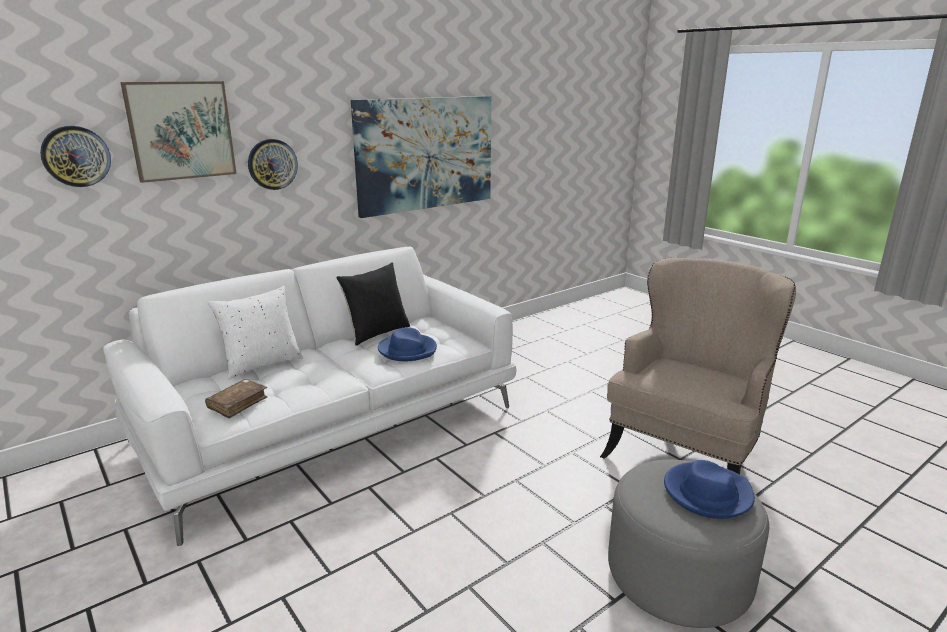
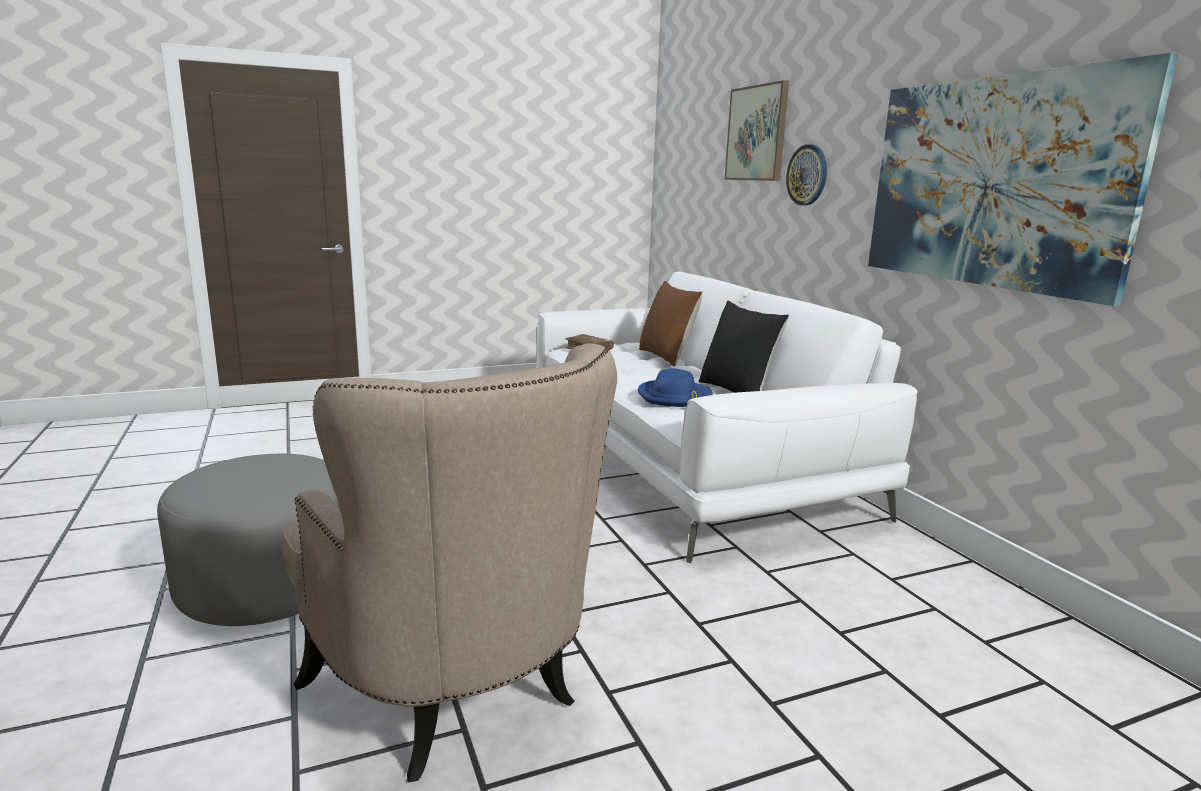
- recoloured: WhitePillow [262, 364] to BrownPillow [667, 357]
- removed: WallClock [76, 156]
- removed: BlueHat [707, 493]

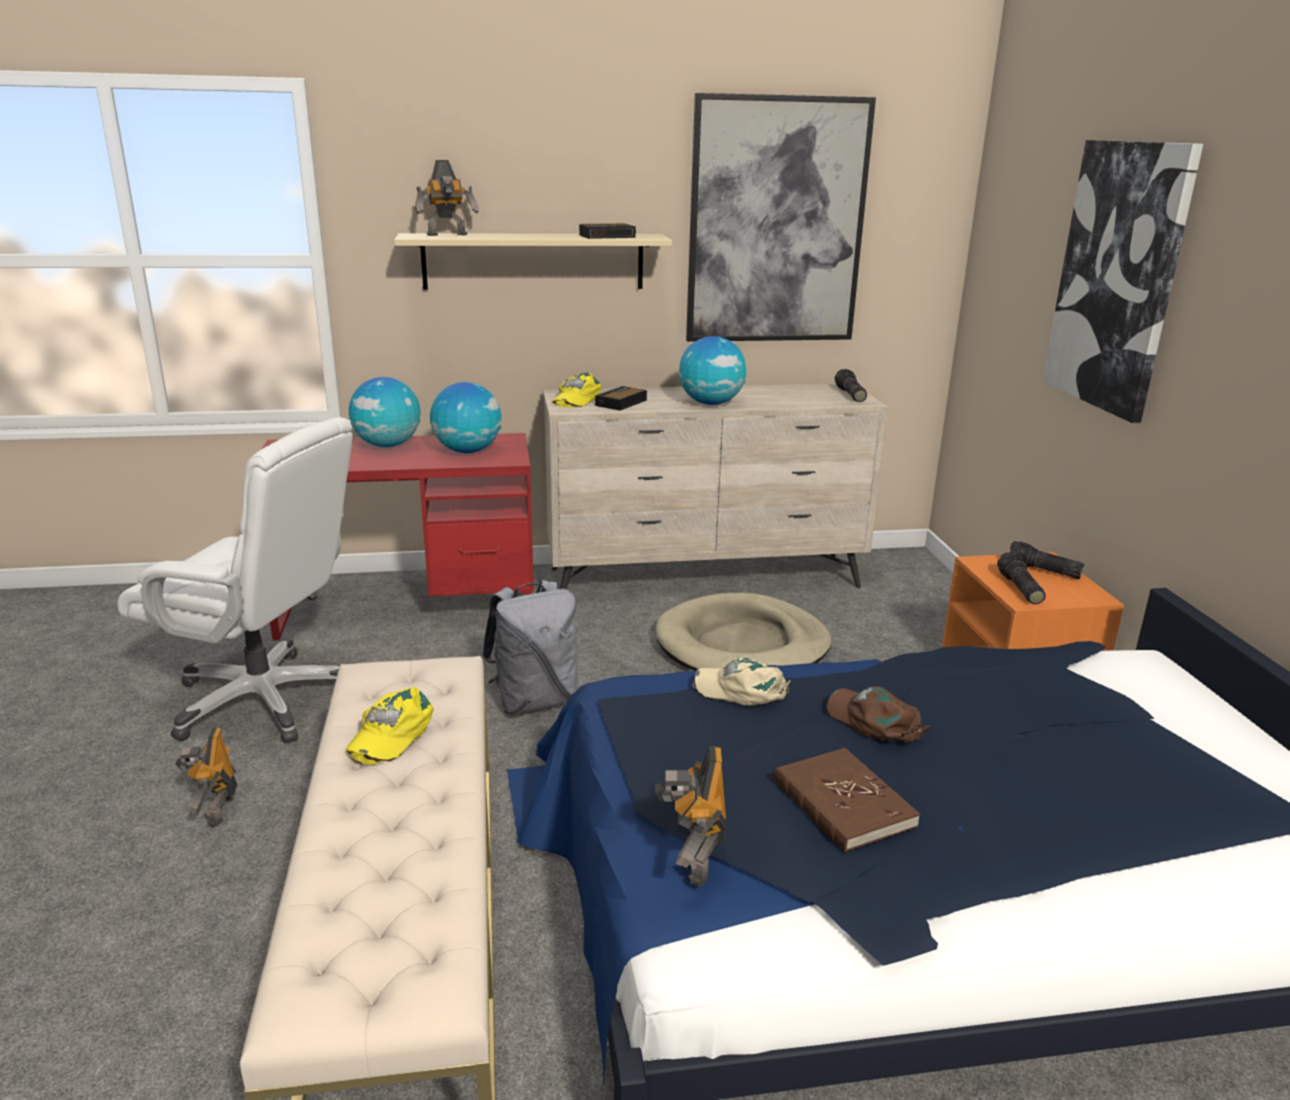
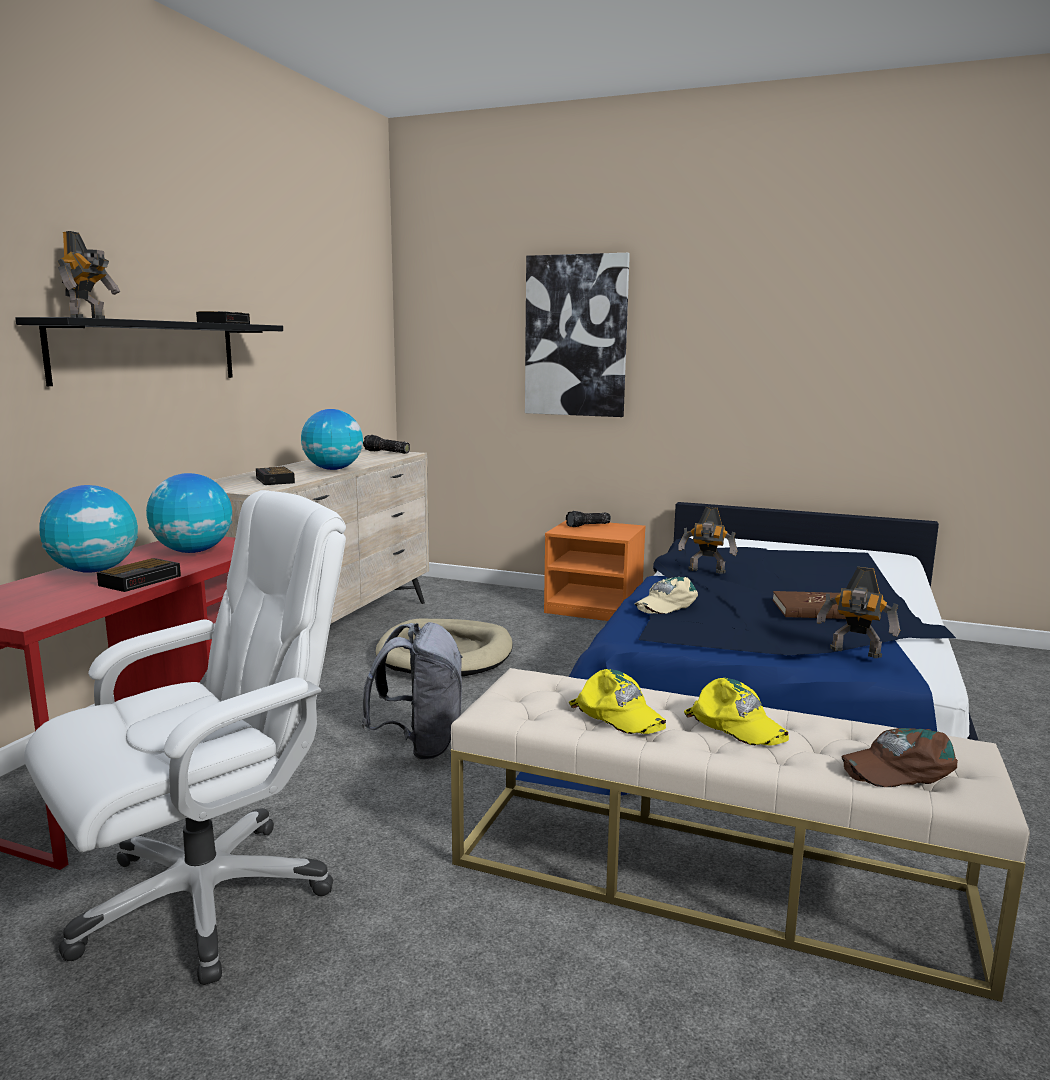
- recoloured: BeigeShelf [533, 261] to BlackShelf [148, 351]
- added: AlarmClock [142, 580]
- moved: ToyRobot [216, 811] to [706, 571]
- moved: YellowCap [576, 399] to [737, 724]
- moved: BrownCap [874, 721] to [899, 768]
- removed: Picture [776, 222]
- removed: Flashlight [1018, 588]

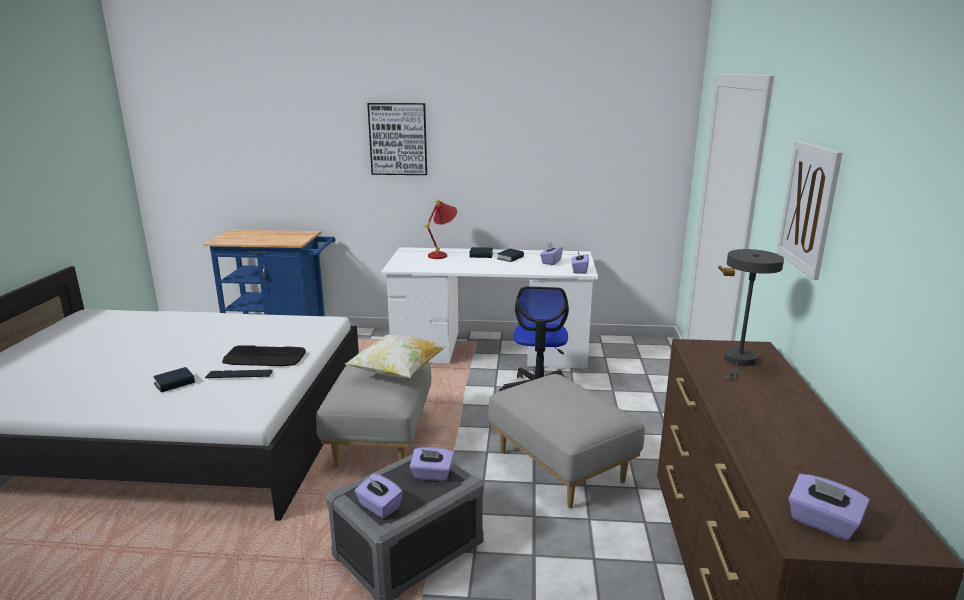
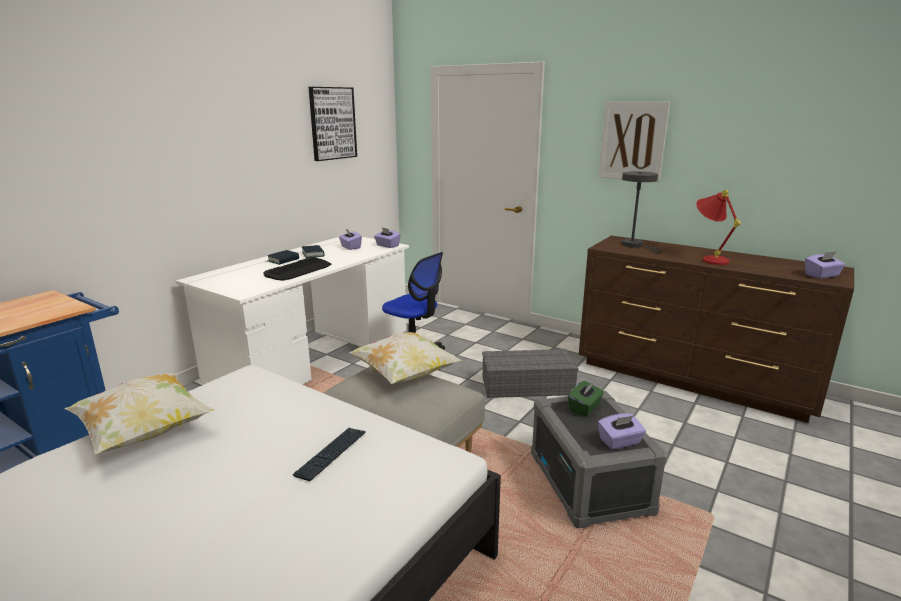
- added: Pillow [145, 432]
- moved: Keyboard [264, 357] to [298, 270]
- moved: Picture [398, 139] to [332, 123]
- replaced: GreyOttoman [562, 466] to GreyStorageBox [528, 385]
- recoloured: PurpleTissueBox [432, 475] to GreenTissueBox [585, 408]
- moved: RedTableLamp [442, 254] to [708, 259]
- removed: Book [174, 383]

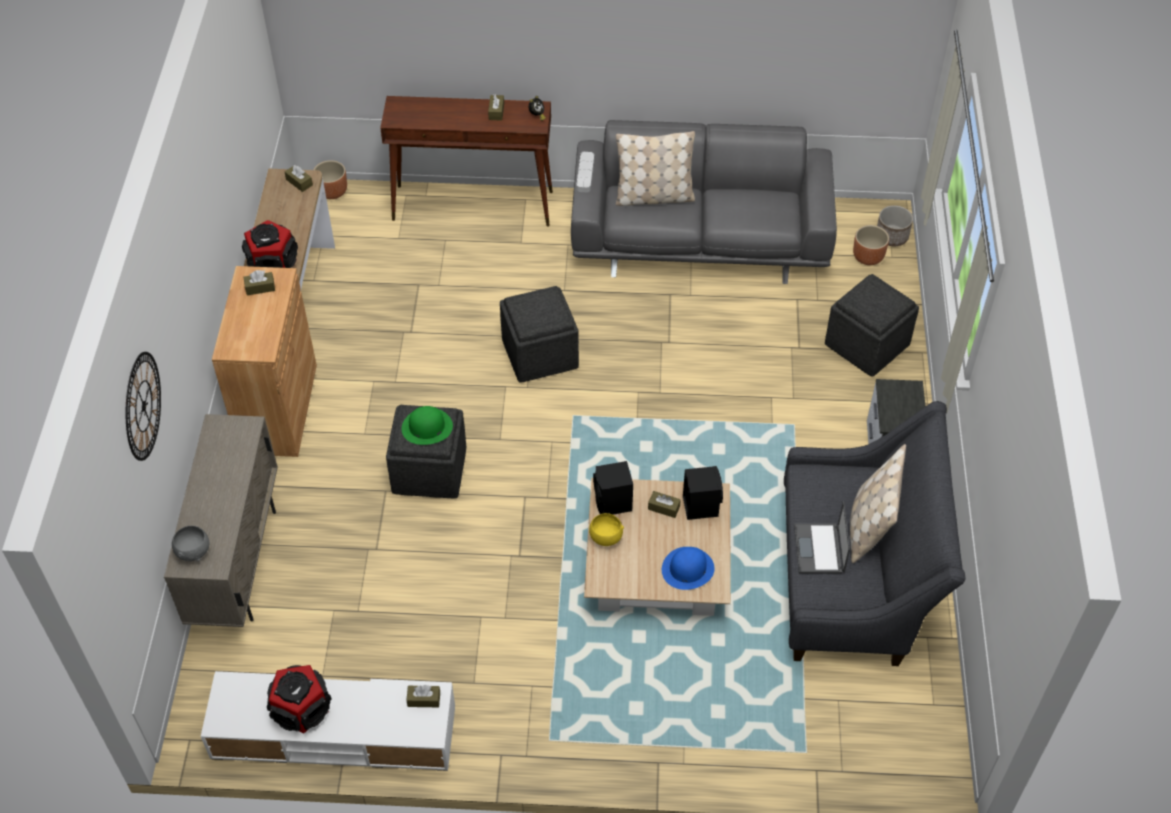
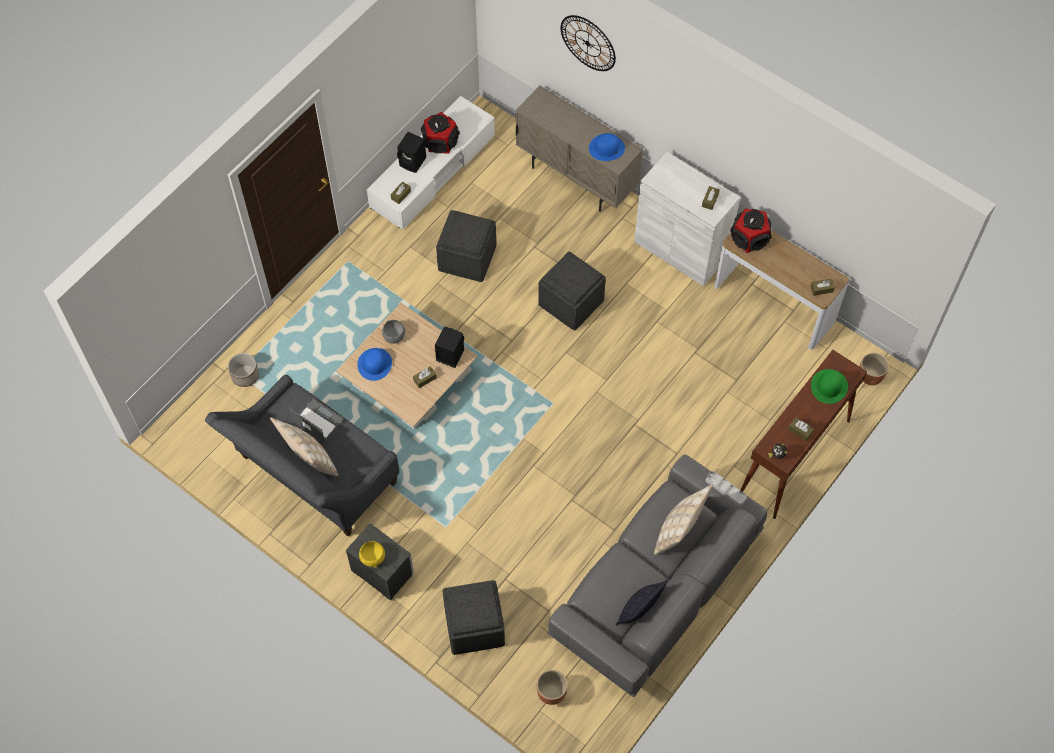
- moved: Planter [891, 236] to [245, 375]
- moved: YellowBowl [605, 537] to [373, 557]
- moved: GreyBowl [194, 551] to [394, 337]
- moved: BlackSpeaker [700, 505] to [413, 162]
- moved: GreyOttoman [540, 353] to [467, 258]
- added: BlueHat [606, 148]
- added: Pillow [639, 611]
- recoloured: BrownCabinet [278, 409] to WhiteCabinet [680, 249]
- moved: GreenHat [427, 427] to [829, 386]

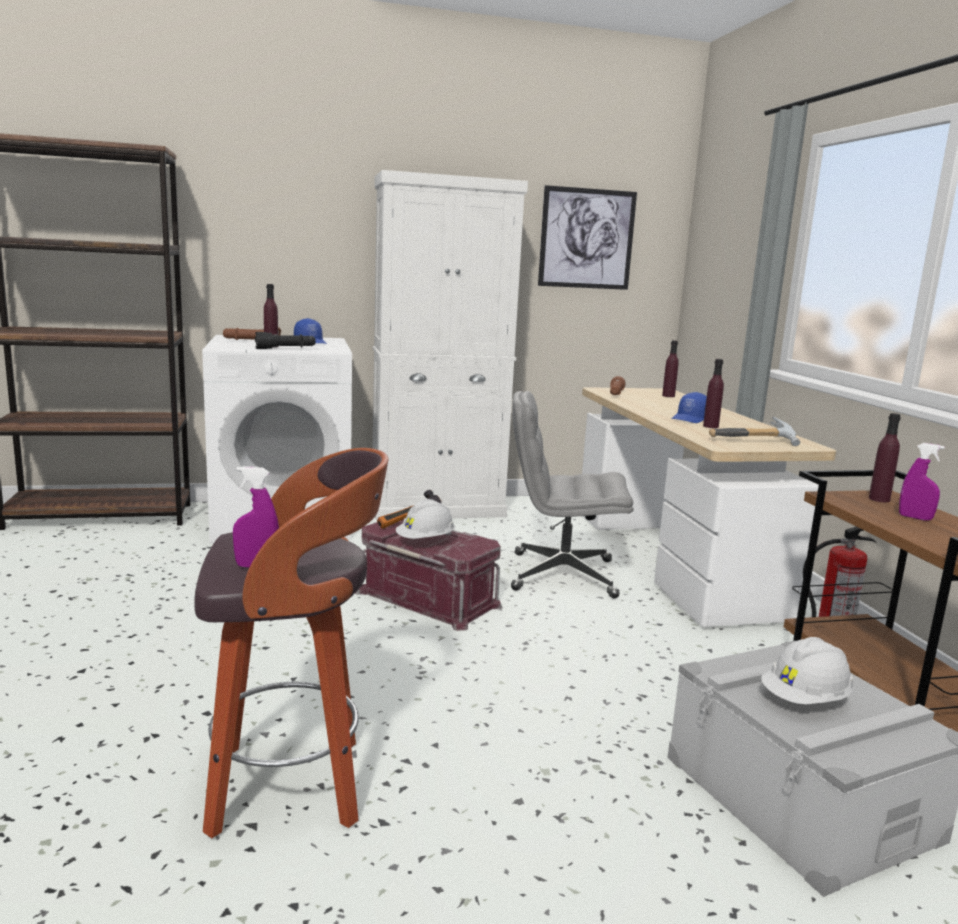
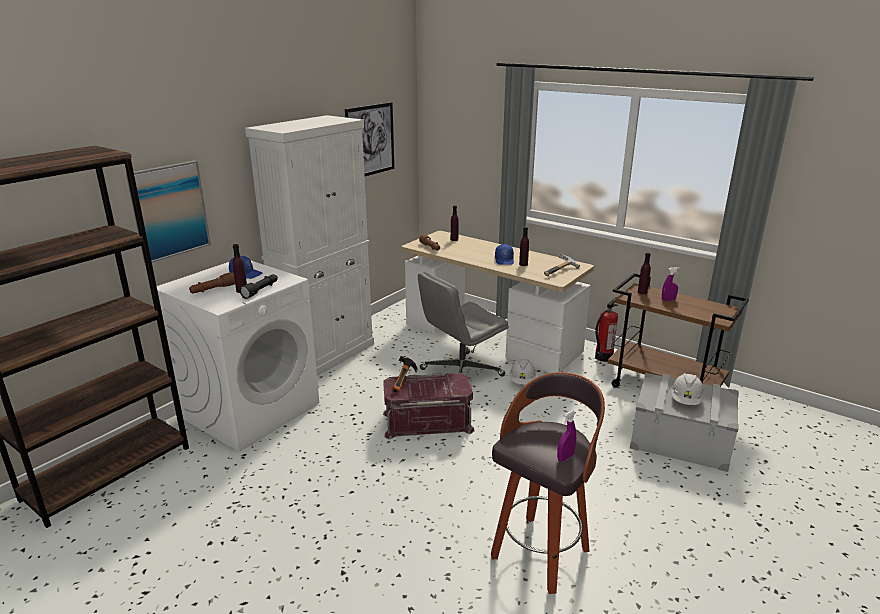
- added: Picture [169, 210]
- moved: WhiteHardHat [425, 541] to [522, 381]

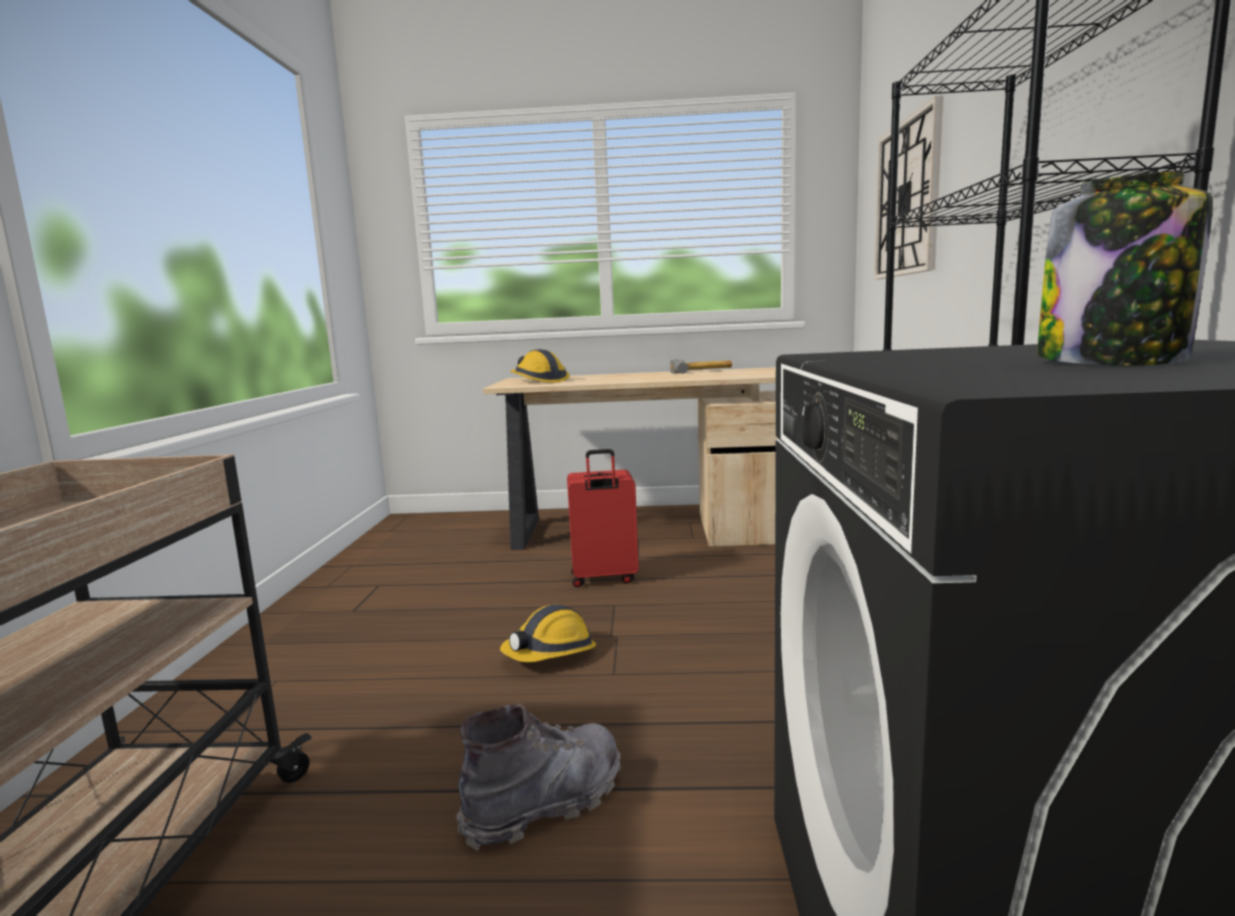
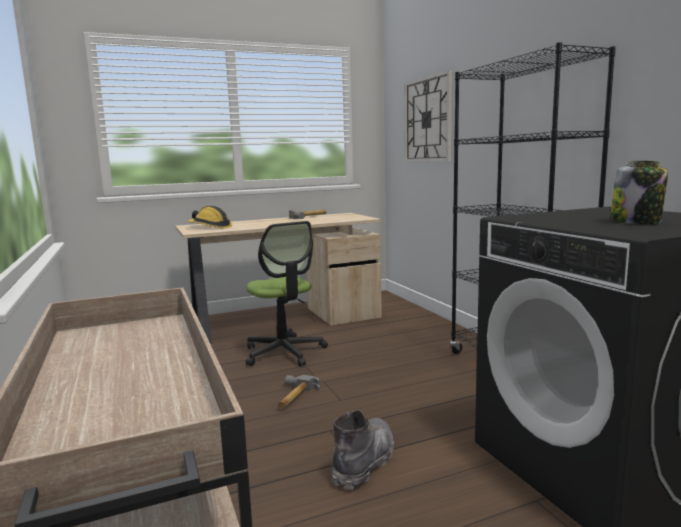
- replaced: RedSuitcase [604, 579] to OfficeChair [284, 352]
- replaced: HardHat [550, 653] to Hammer [293, 397]

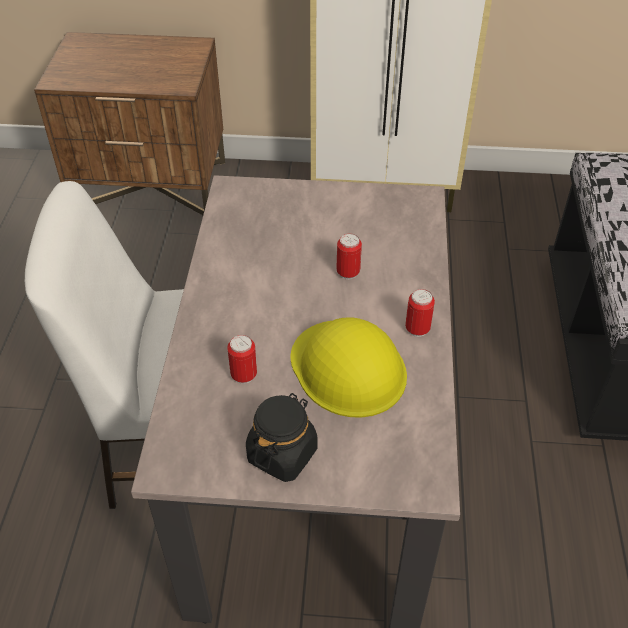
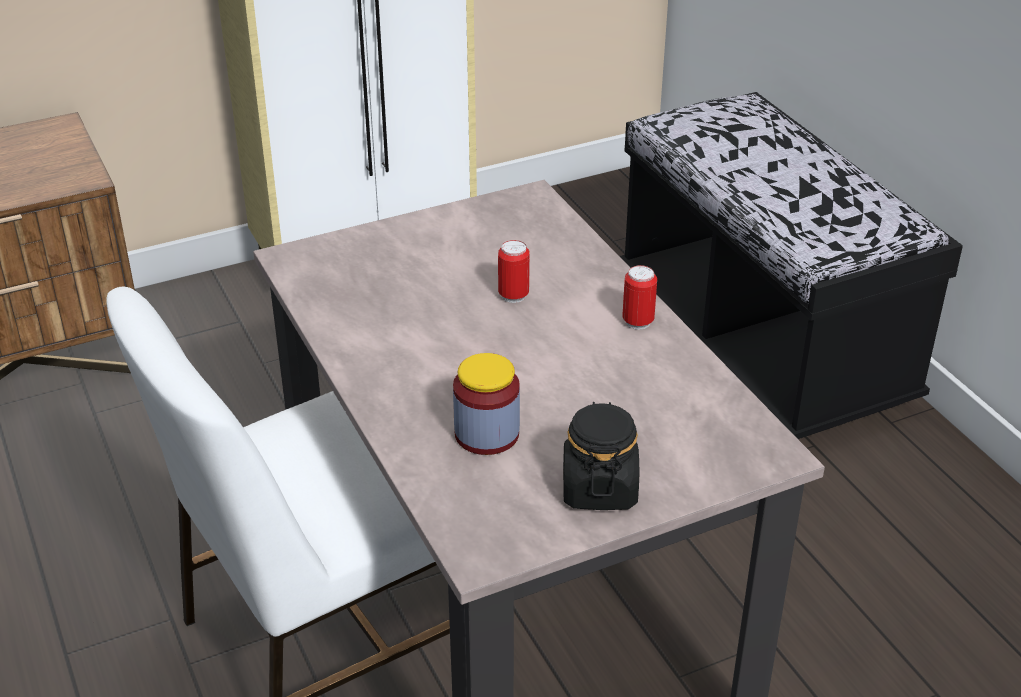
- replaced: Can [244, 375] to Jar [487, 434]
- removed: YellowHardHat [348, 368]

